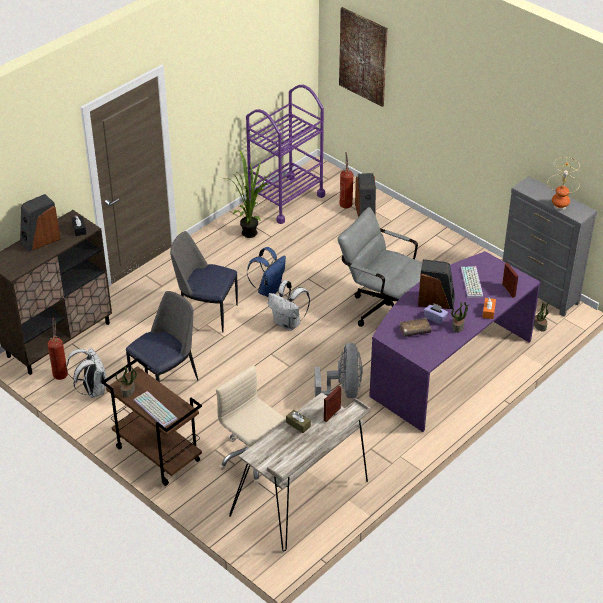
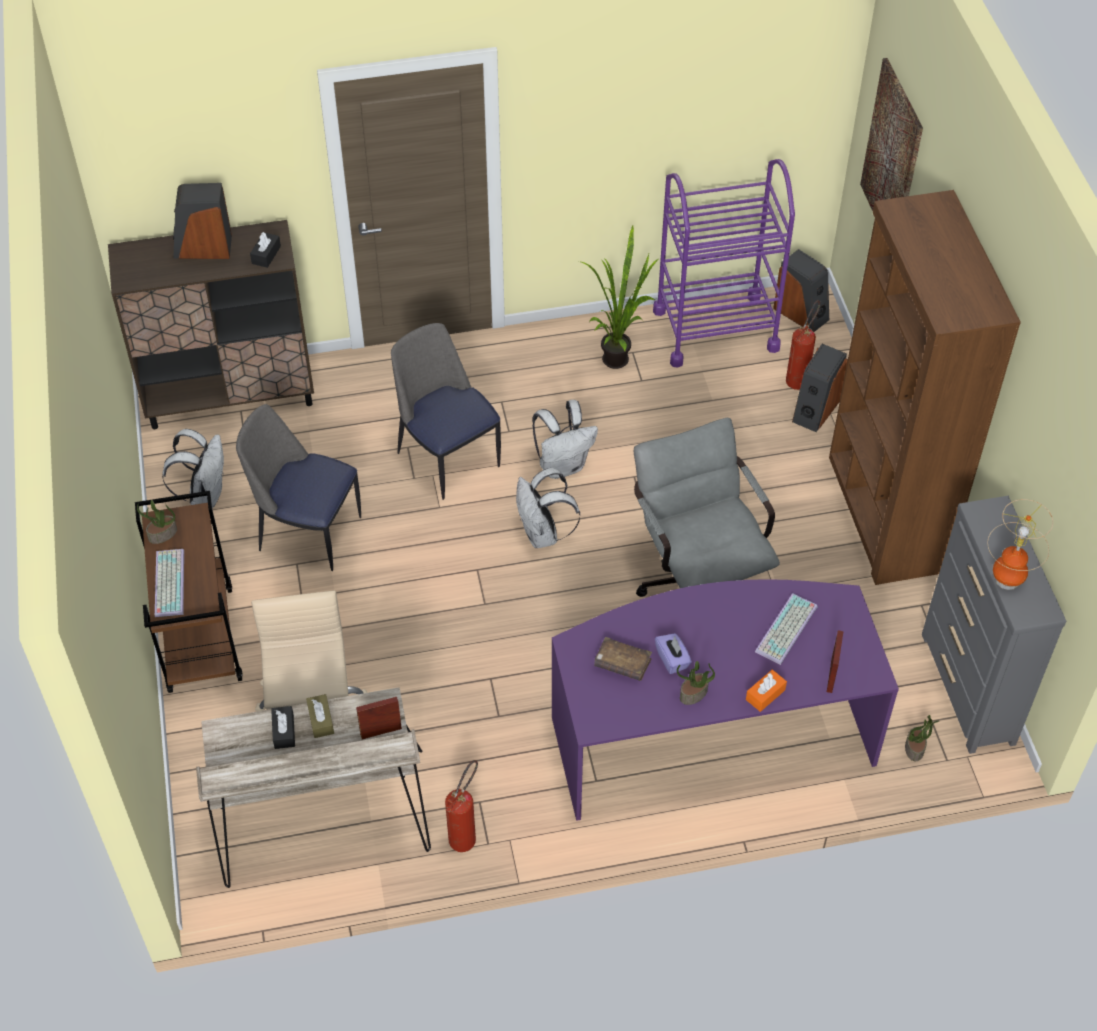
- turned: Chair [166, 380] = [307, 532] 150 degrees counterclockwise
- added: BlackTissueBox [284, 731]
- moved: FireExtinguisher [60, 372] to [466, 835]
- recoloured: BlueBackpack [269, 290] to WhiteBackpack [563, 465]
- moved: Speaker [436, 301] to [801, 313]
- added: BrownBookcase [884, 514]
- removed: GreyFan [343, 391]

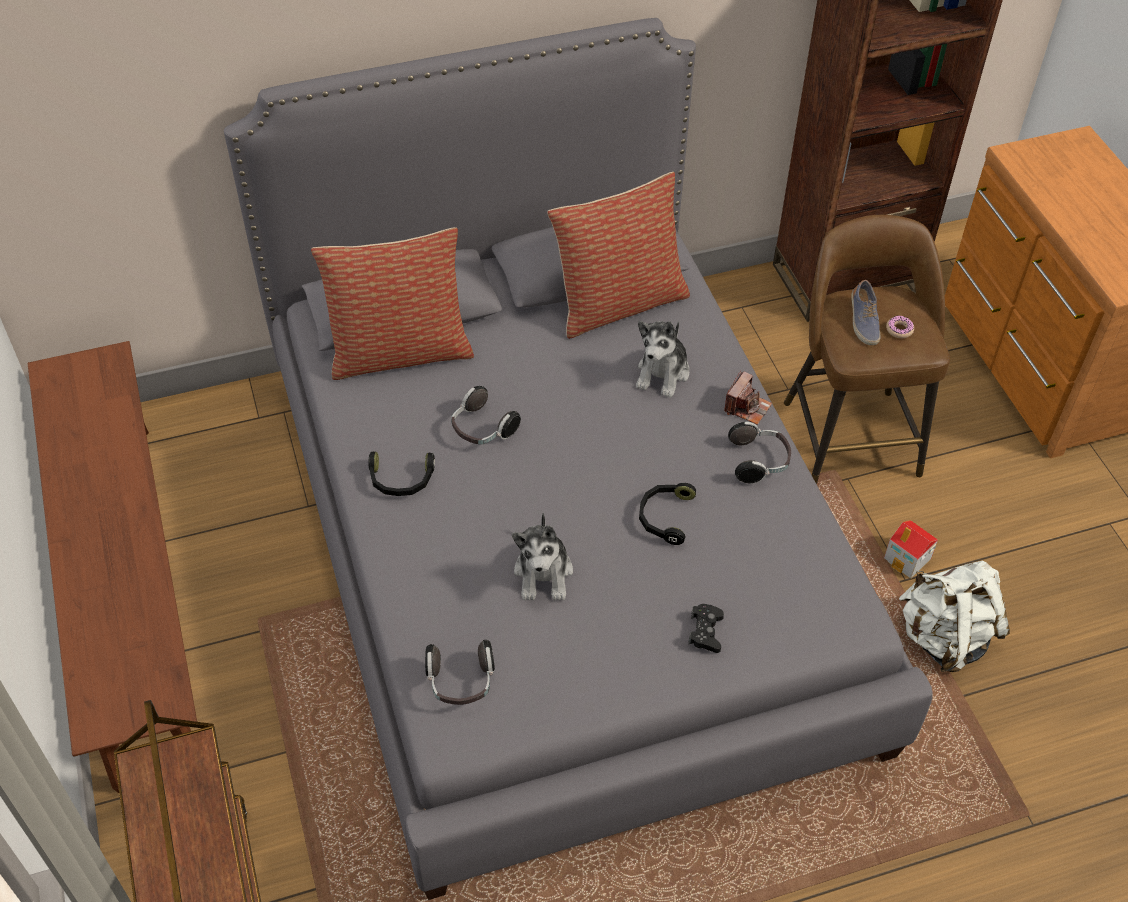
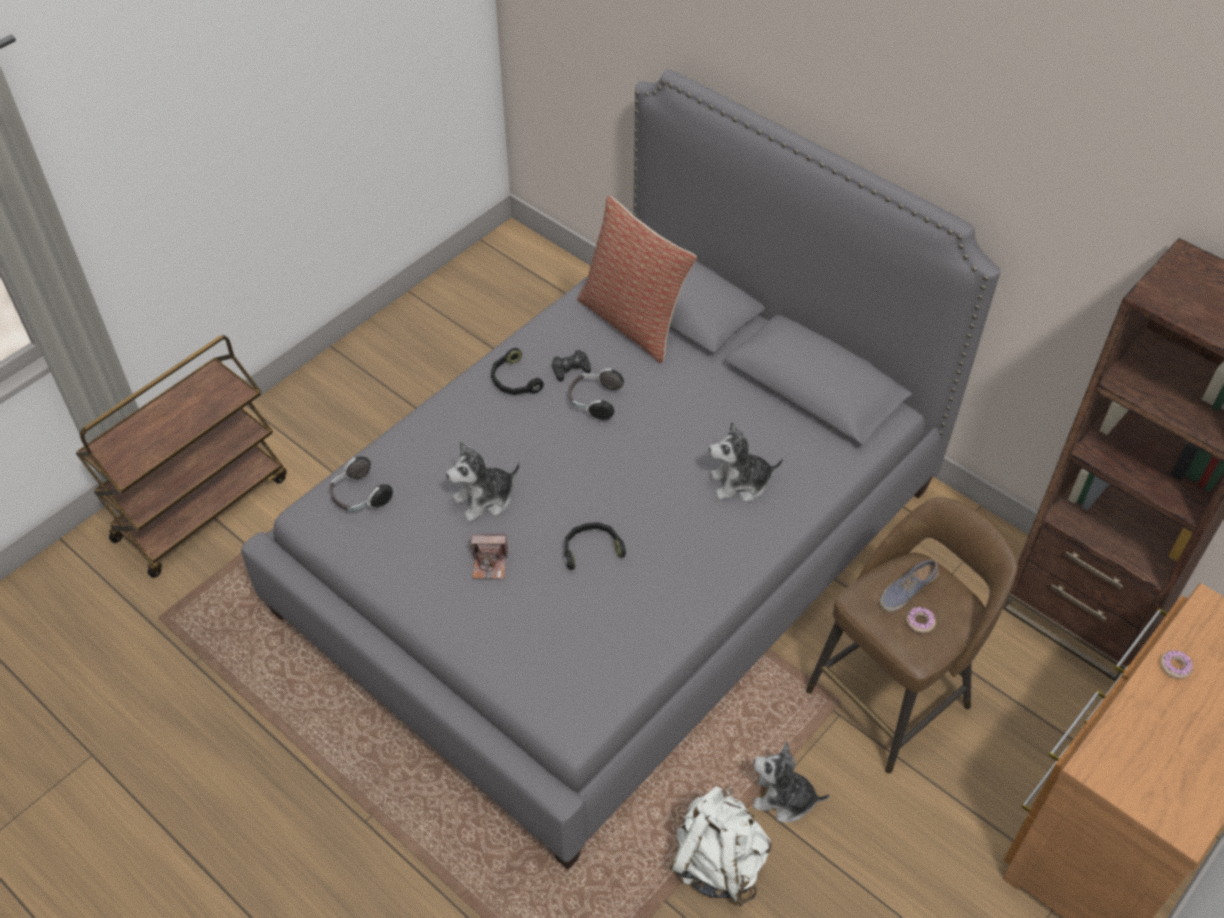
- moved: PhotoCamera [747, 407] to [490, 564]
- moved: BlackGameController [705, 632] to [570, 369]
- replaced: ToyHouse [907, 559] to PlushToy [783, 799]
- added: Donut [1175, 666]
- removed: BrownBench [132, 594]
- removed: Pillow [618, 303]
- removed: Headphones [759, 462]

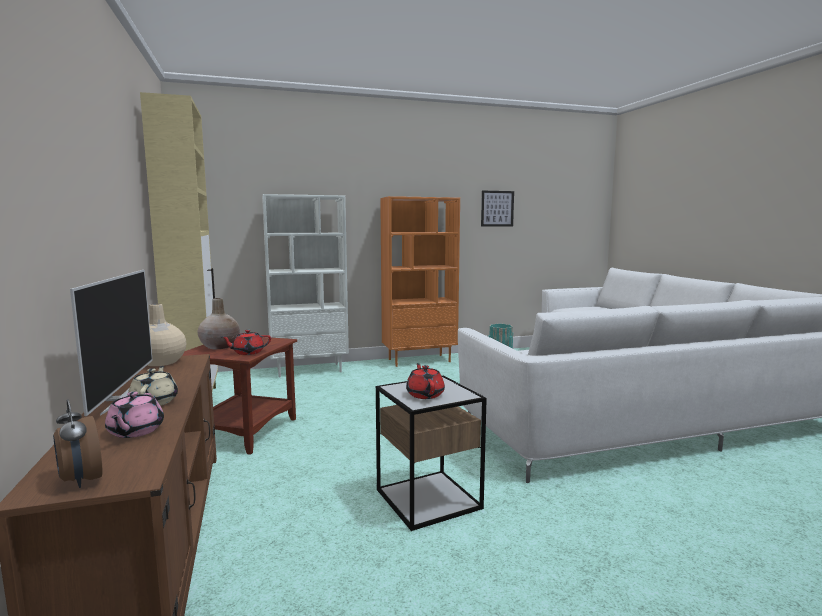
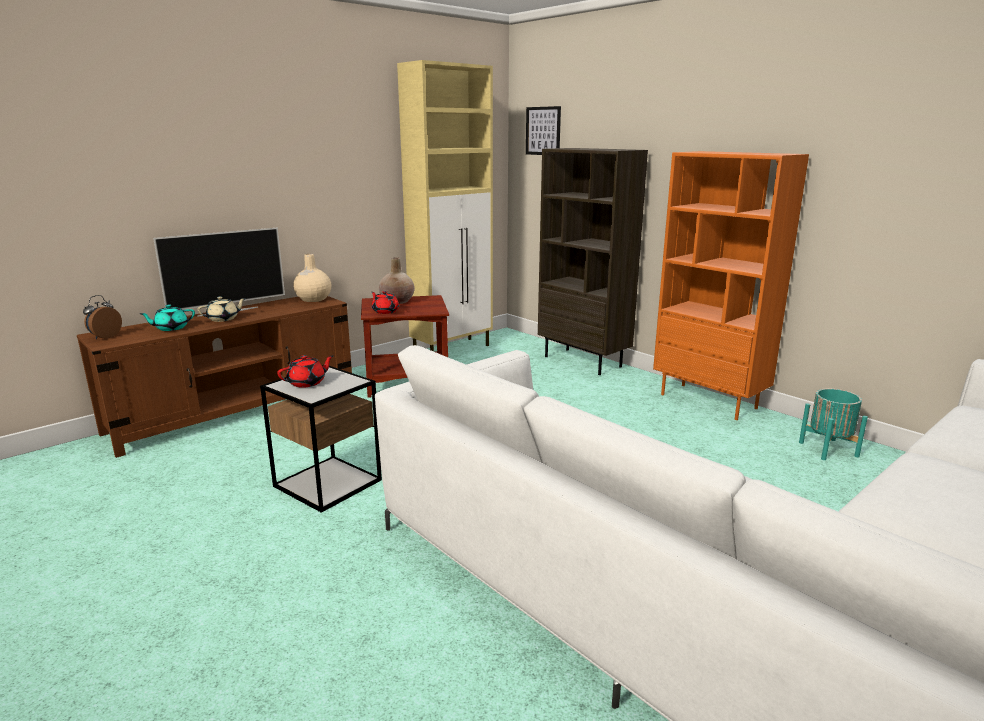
- recoloured: PinkTeapot [135, 431] to TurquoiseTeapot [171, 328]
- moved: Picture [497, 208] to [543, 131]
- recoloured: WhiteBookcase [309, 370] to BrownBookcase [584, 361]

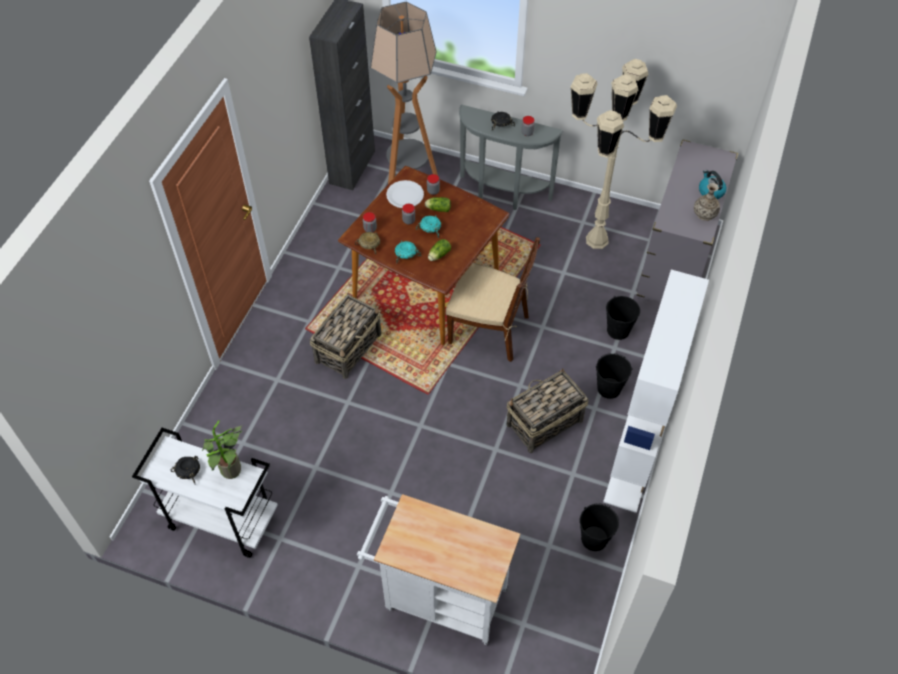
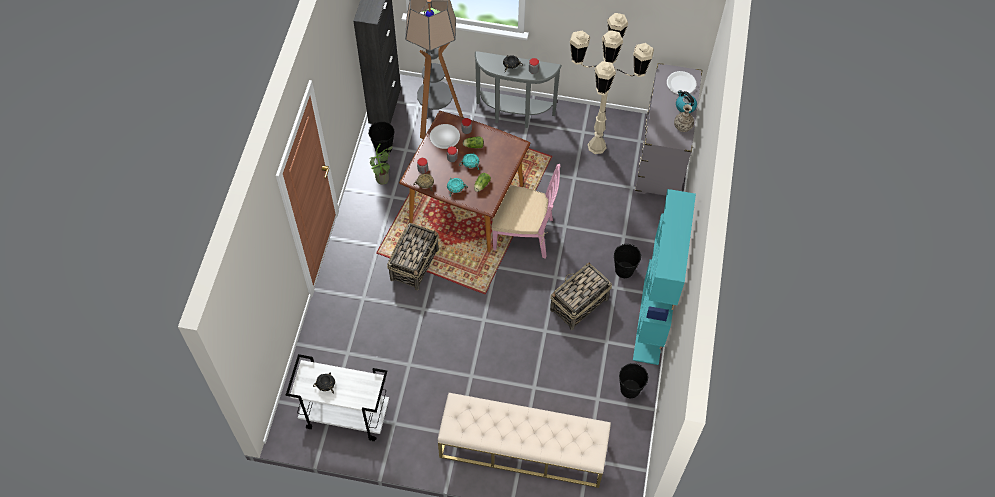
- moved: BlackBucket [618, 330] to [383, 147]
- moved: PottedPlant [232, 473] to [383, 181]
- replaced: WhiteCart [439, 597] to BeigeBench [522, 449]
- recoloured: BrownChair [489, 329] to PinkChair [524, 234]
- recoloured: WhiteBookcase [635, 457] to TurquoiseBookcase [651, 322]
- added: WhitePlate [681, 83]

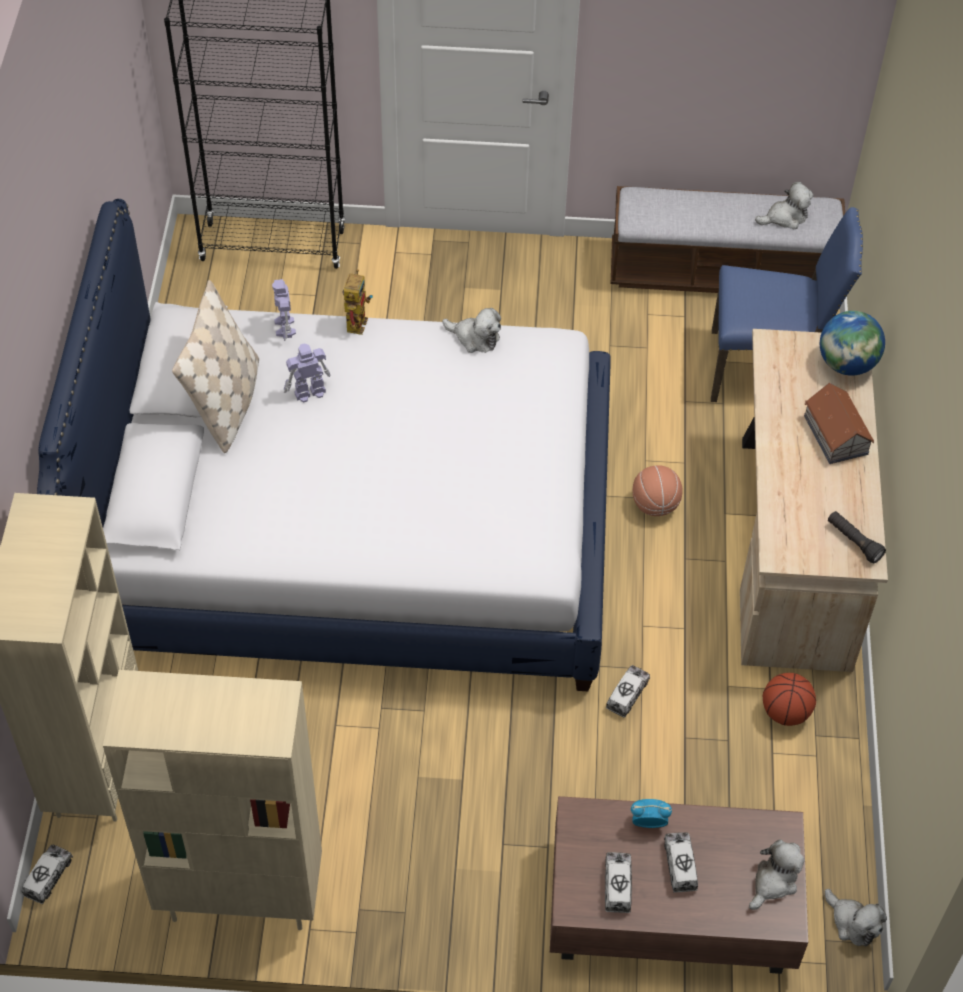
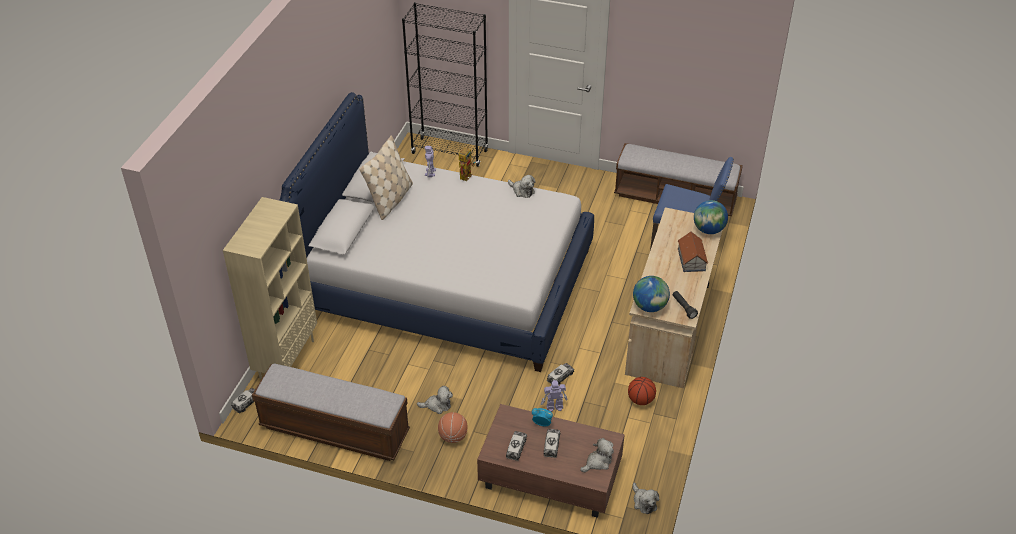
- replaced: BeigeBookcase [239, 898] to Bench [334, 430]
- moved: PlushToy [785, 217] to [437, 405]
- moved: Basketball [655, 505] to [453, 437]
- moved: ToyRobot [308, 392] to [554, 407]
- added: Globe [649, 306]

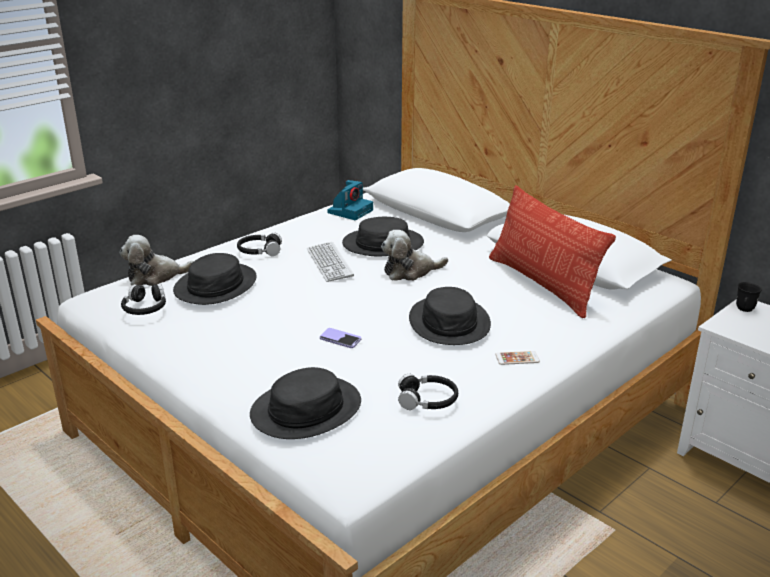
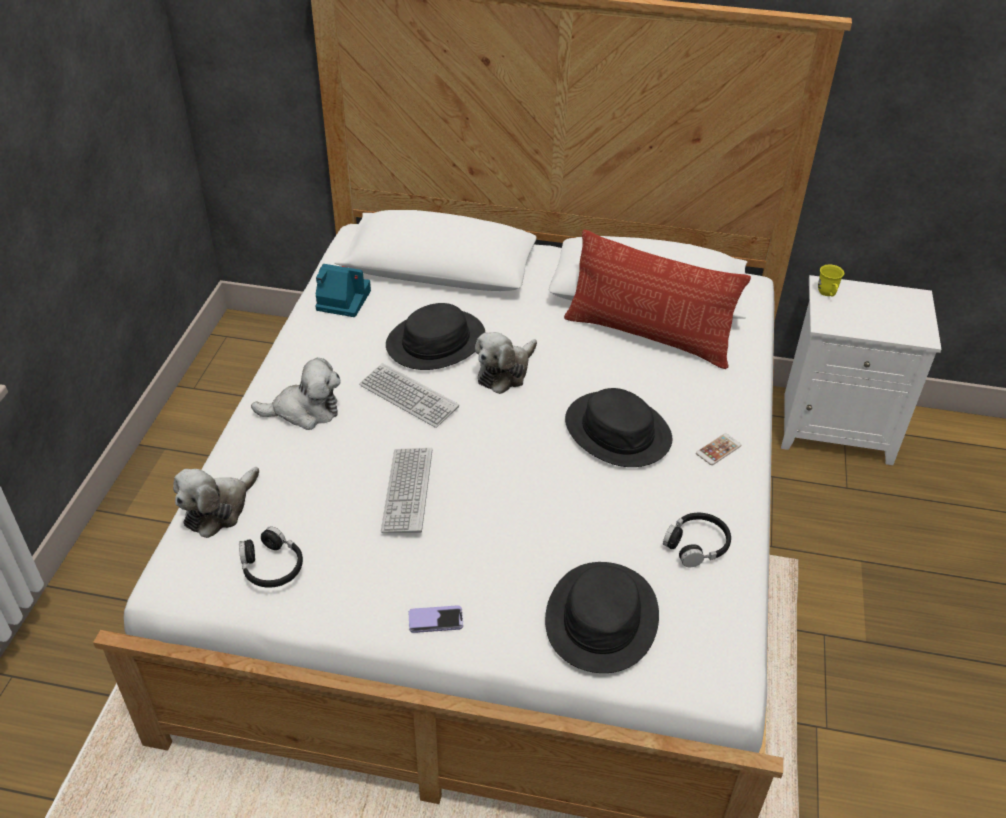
- replaced: BlackHeadphones [259, 251] to PlushToy [304, 411]
- turned: PhotoCamera [350, 211] = [342, 300] 75 degrees counterclockwise
- added: Keyboard [407, 491]
- moved: Phone [340, 339] to [435, 620]
- recoloured: BlackMug [744, 310] to YellowMug [827, 294]
- removed: BlackHat [216, 285]

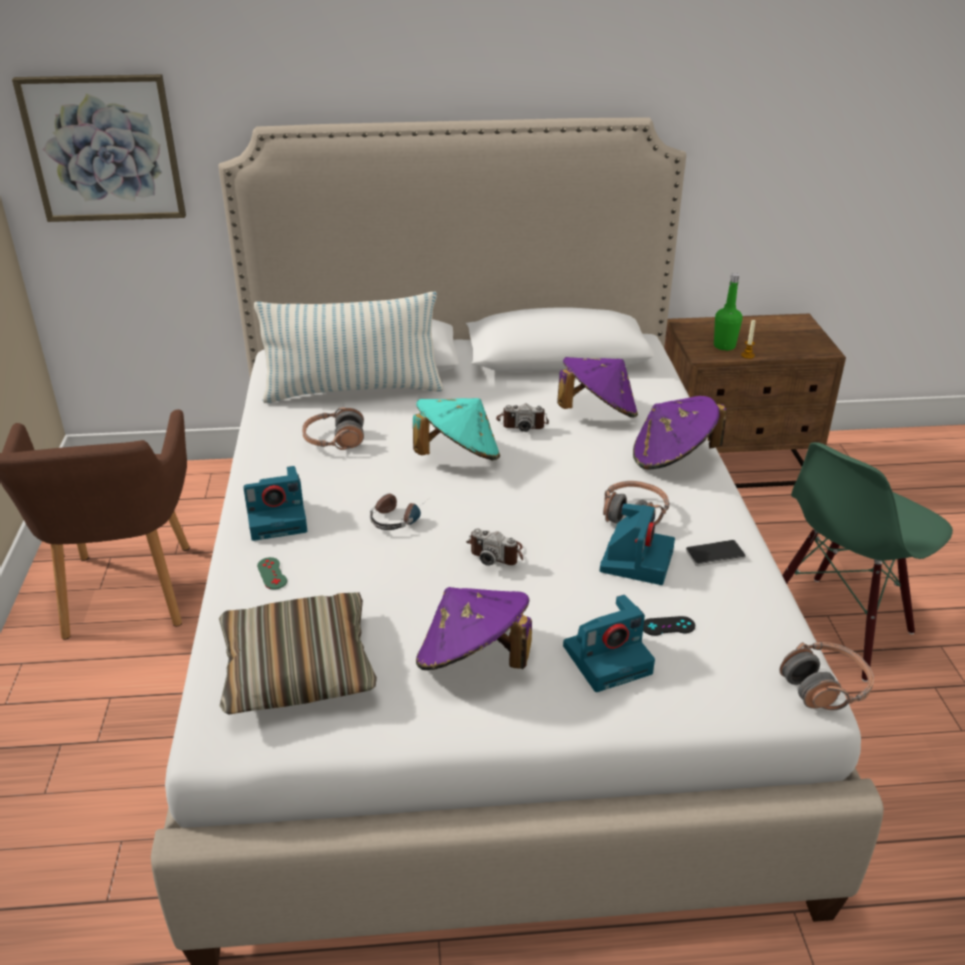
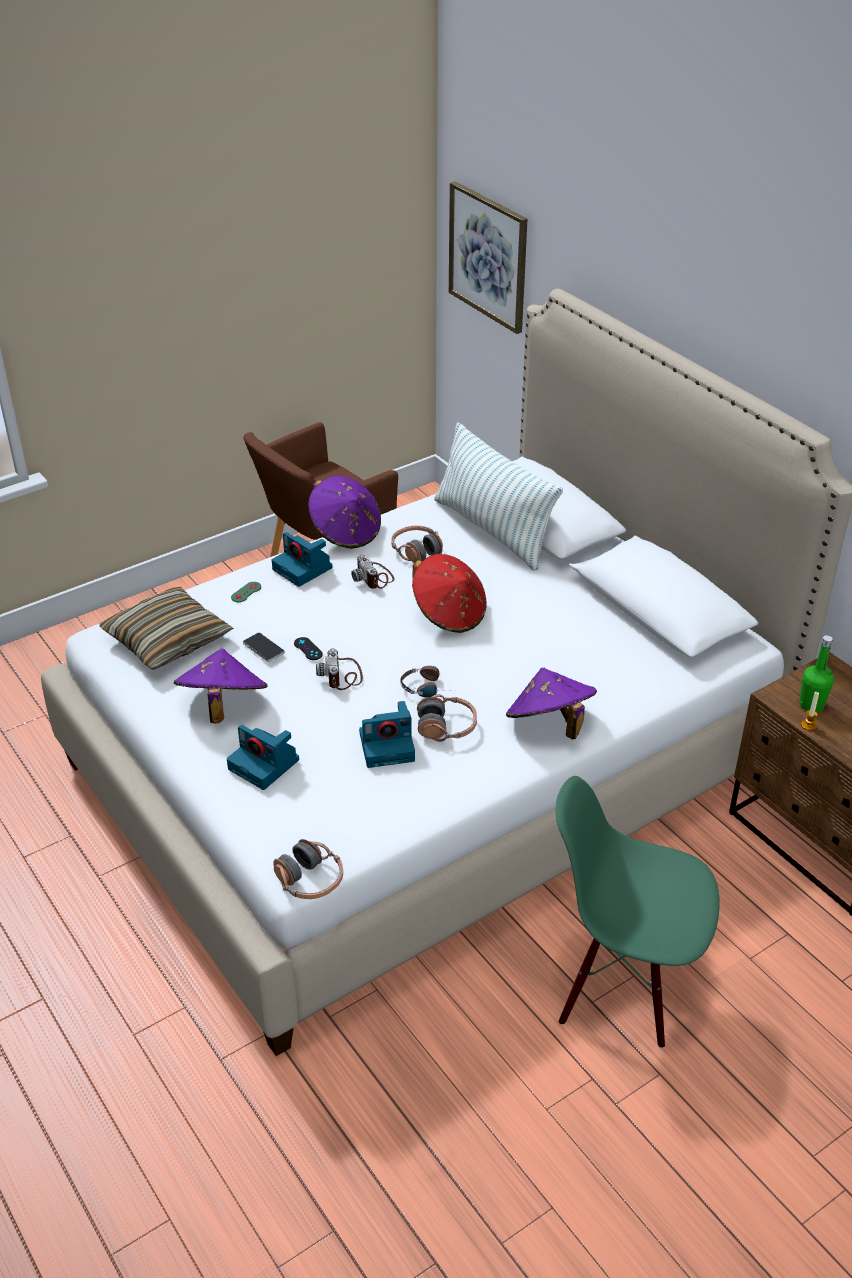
- moved: Phone [715, 554] to [263, 648]
- moved: BlackGameController [668, 626] to [308, 649]
- moved: PurpleHat [597, 412] to [345, 532]
- moved: PhotoCamera [522, 423] to [374, 577]
- moved: Headphones [398, 517] to [428, 687]
- recoloured: TurquoiseHat [458, 456] to RedHat [449, 614]

